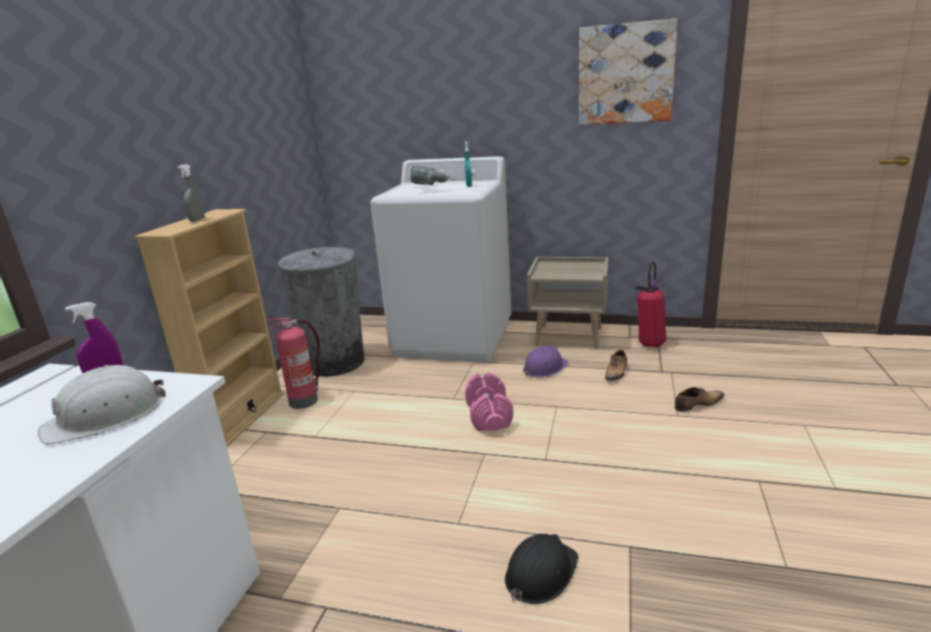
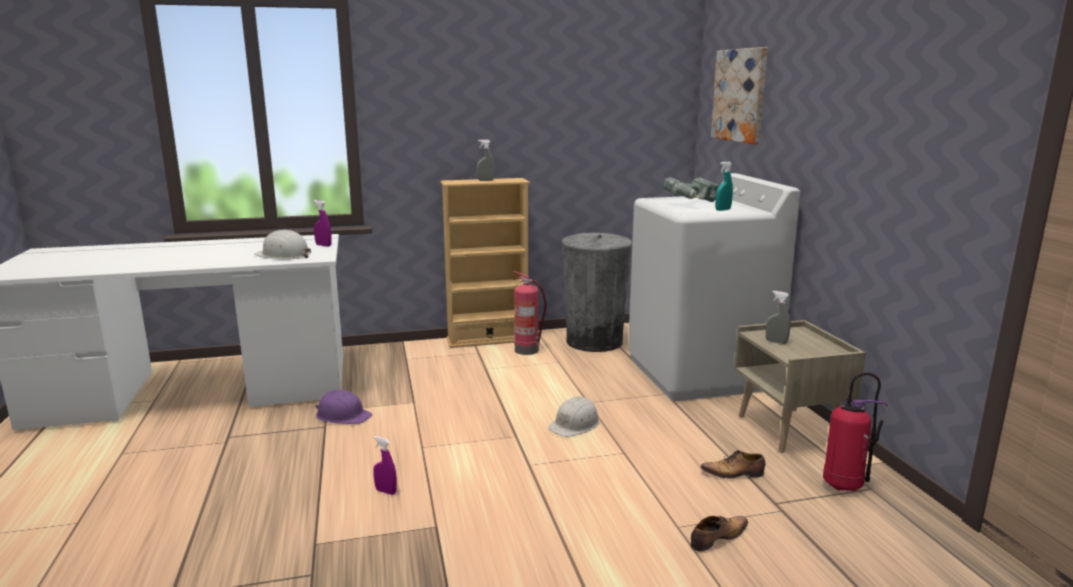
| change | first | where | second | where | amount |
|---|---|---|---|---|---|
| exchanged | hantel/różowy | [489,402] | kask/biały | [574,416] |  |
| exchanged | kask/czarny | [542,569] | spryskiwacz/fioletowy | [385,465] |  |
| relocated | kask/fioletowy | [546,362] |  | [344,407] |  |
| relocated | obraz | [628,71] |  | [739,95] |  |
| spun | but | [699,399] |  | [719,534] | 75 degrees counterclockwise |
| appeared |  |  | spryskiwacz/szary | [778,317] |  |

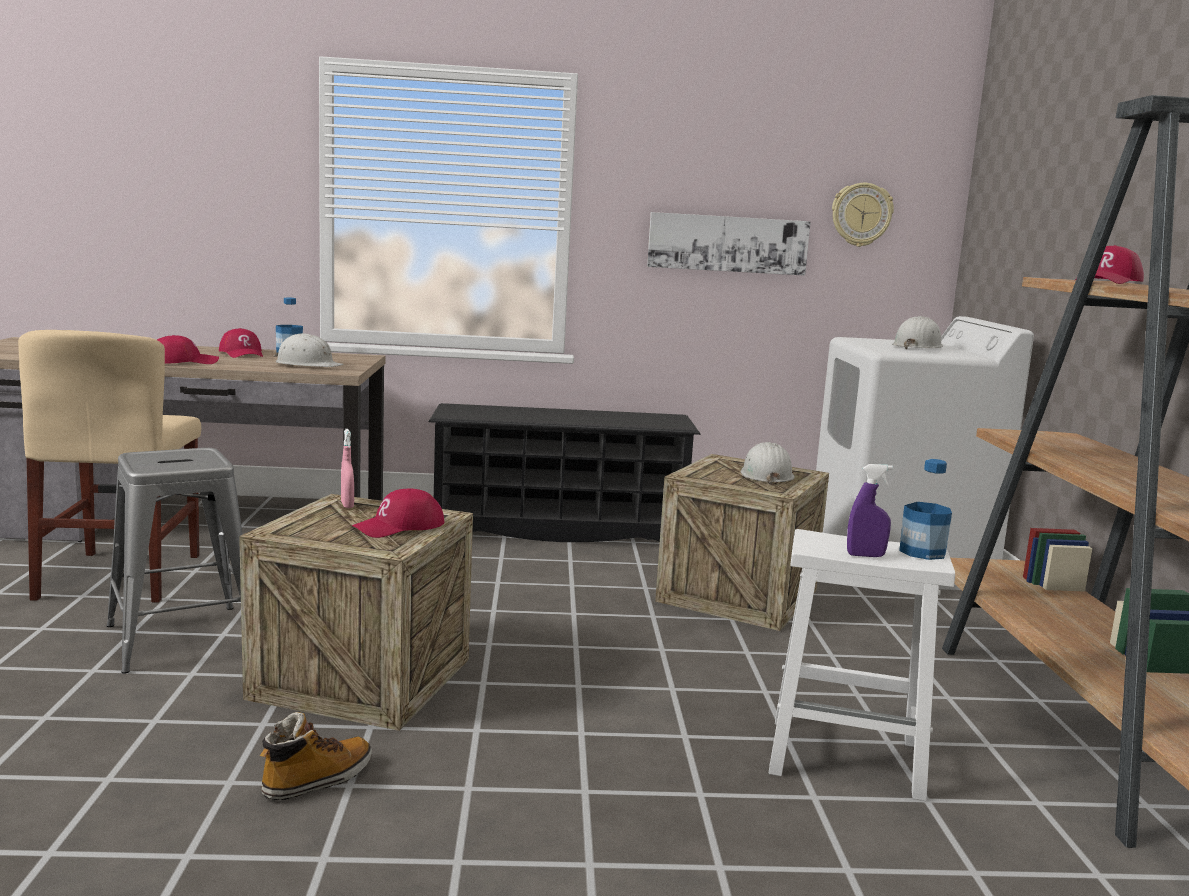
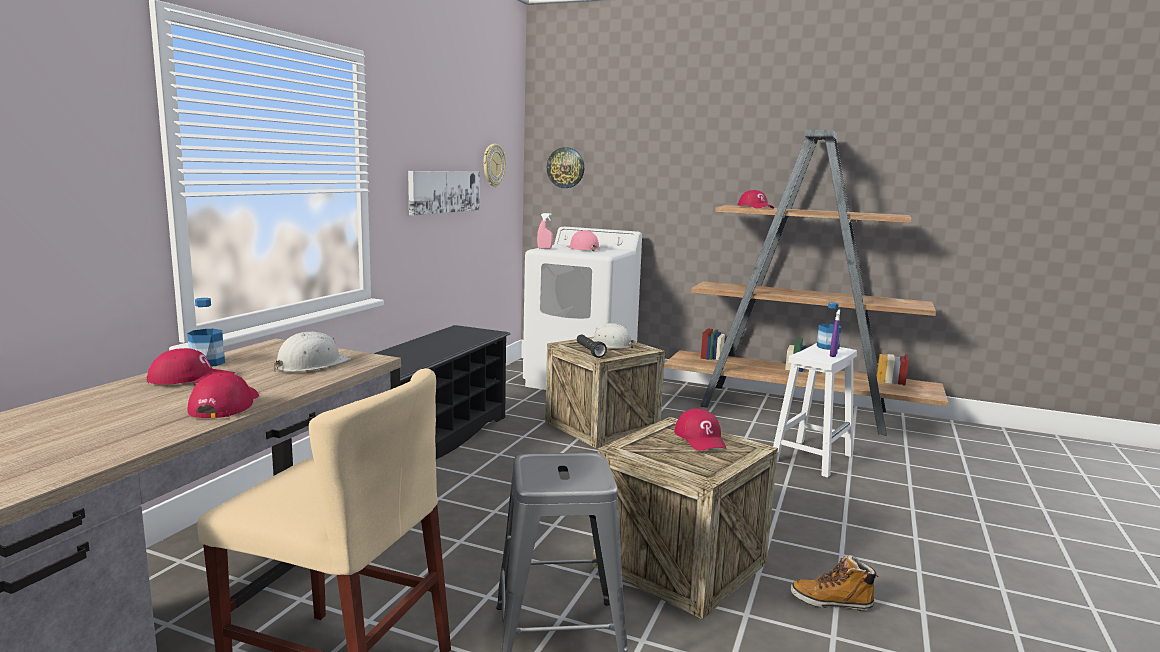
| change | first | where | second | where | amount |
|---|---|---|---|---|---|
| spun | but z cholewką | [316,756] |  | [834,583] | 60 degrees counterclockwise |
| relocated | spryskiwacz/różowy | [347,468] |  | [545,231] |  |
| colour | kask/biały | [917,332] | kask/różowy | [583,241] |  |
| appeared |  |  | zegar ścienny | [565,167] |  |
| appeared |  |  | latarka/czarny | [592,346] |  |

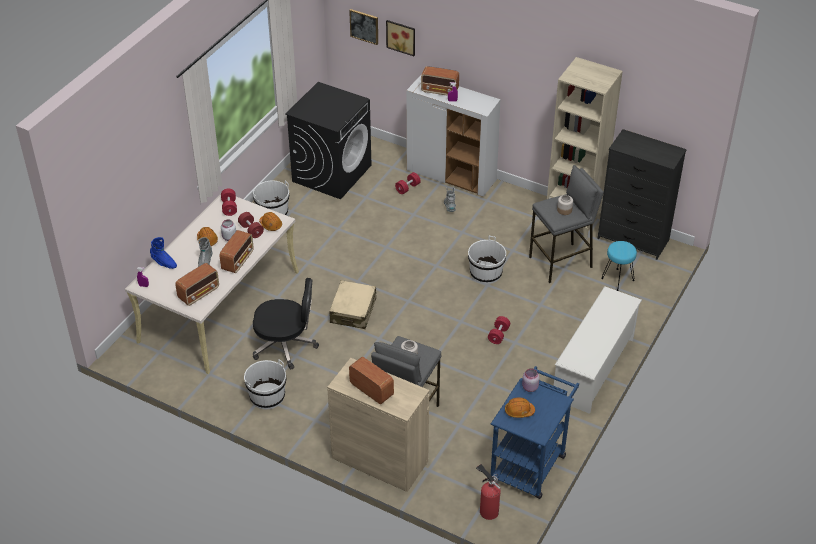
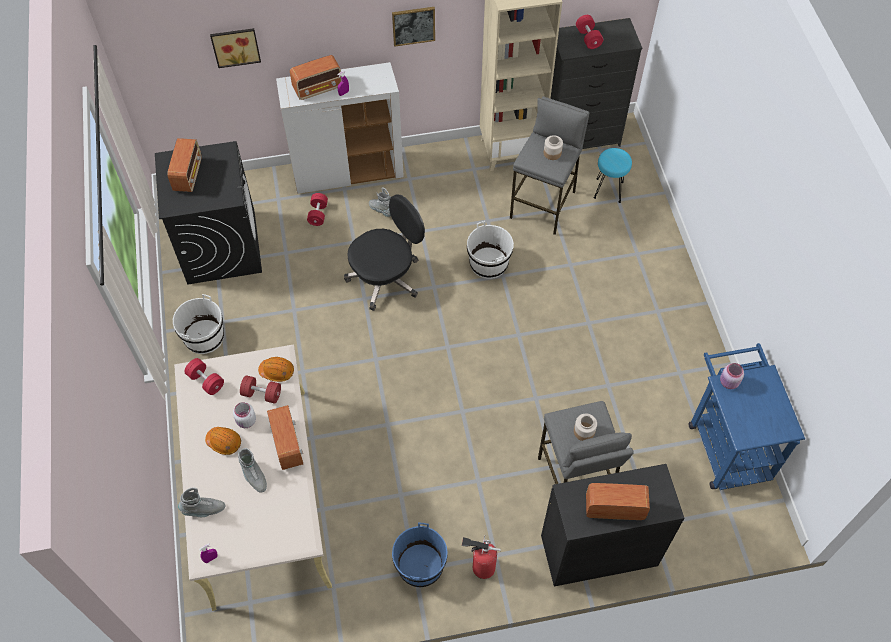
| change | first | where | second | where | amount |
|---|---|---|---|---|---|
| colour | but z cholewką/niebieski | [163,253] | but z cholewką/szary | [201,502] |  |
| relocated | radio | [197,284] |  | [184,165] |  |
| colour | wiadro/biały | [265,384] | wiadro/niebieski | [419,555] |  |
| relocated | krzesło biurowe/czarny | [286,323] |  | [384,252] |  |
| colour | szafka/beżowy | [378,425] | szafka/czarny | [612,525] |  |
| missing | walizka/beżowy | [352,304] |  |  |  |
| relocated | obraz | [363,27] |  | [413,27] |  |
| relocated | gaśnica | [488,492] |  | [481,557] |  |
| relocated | hantel/czerwony | [499,330] |  | [590,32] |  |
| missing | kask/pomarańczowy | [520,407] |  |  |  |
| missing | regał na buty/biały | [598,350] |  |  |  |

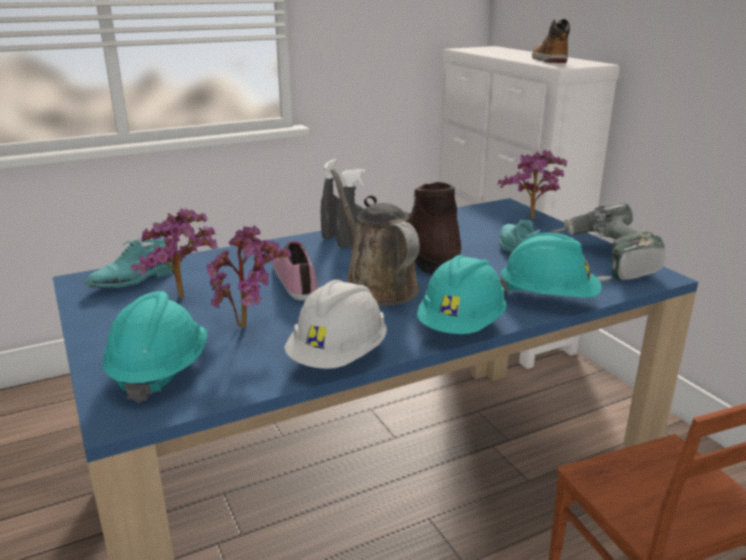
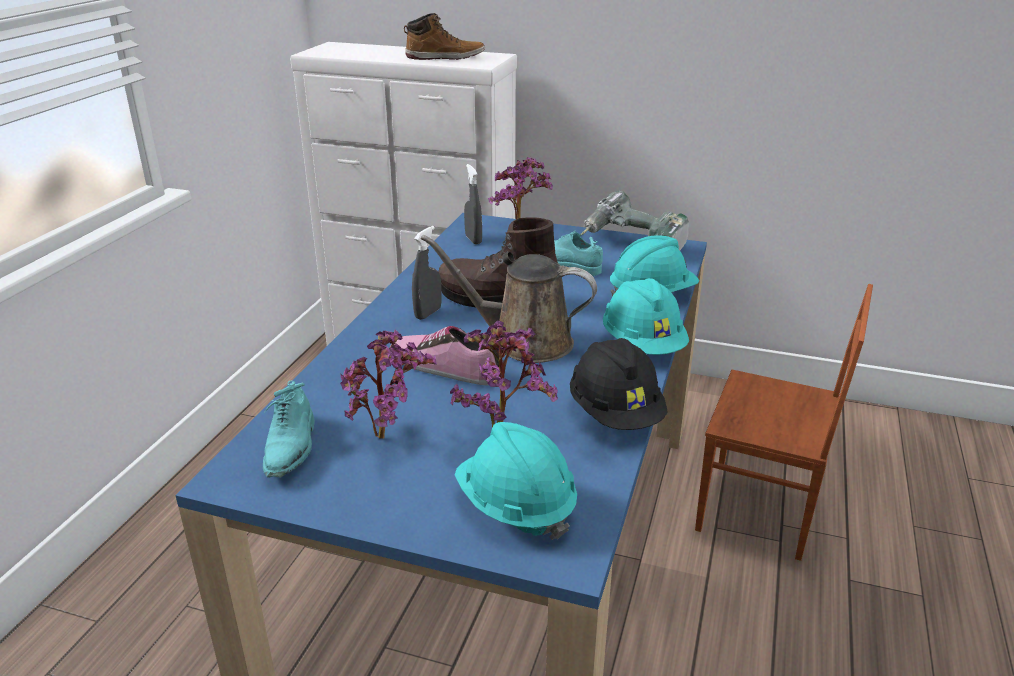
| change | first | where | second | where | amount |
|---|---|---|---|---|---|
| colour | kask/biały | [335,324] | kask/czarny | [618,384] |  |
| relocated | spryskiwacz/szary | [330,199] |  | [473,204] |  |
| spun | but z cholewką | [551,41] |  | [444,36] | 135 degrees clockwise |

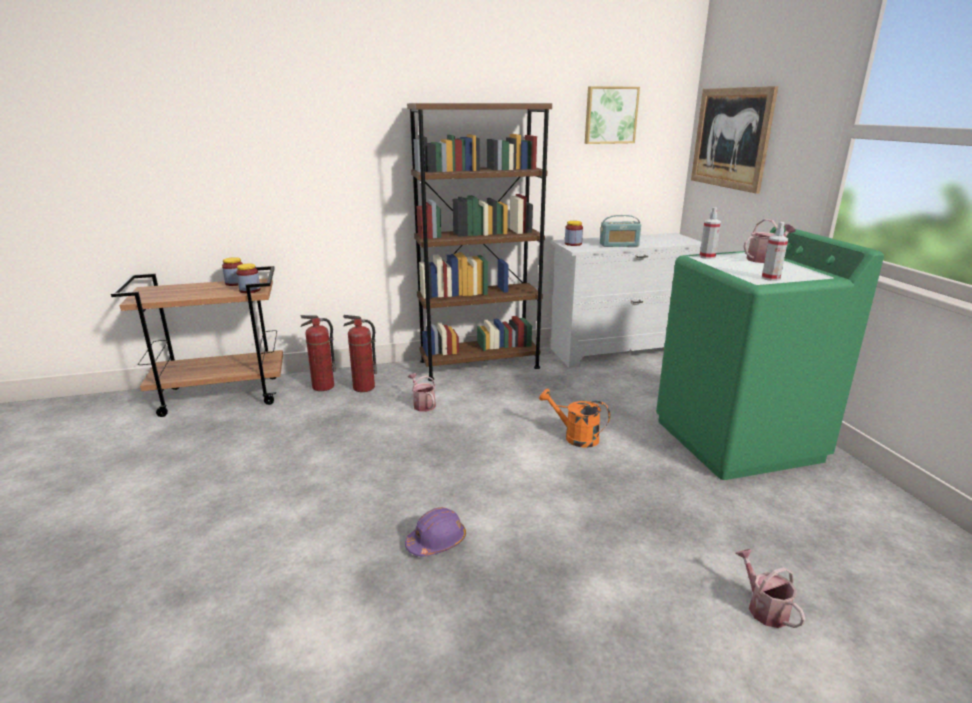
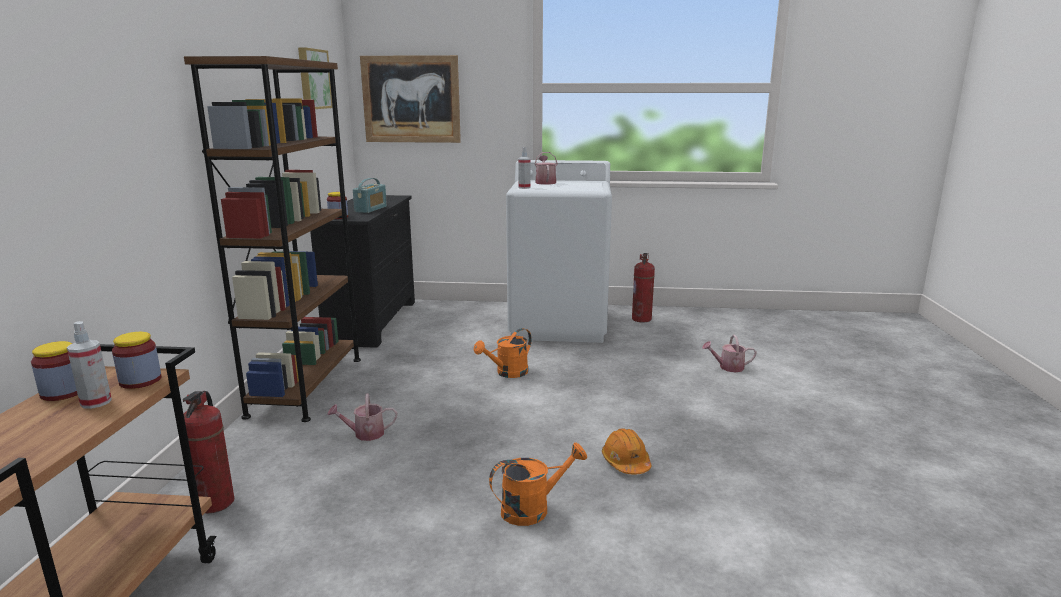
| change | first | where | second | where | amount |
|---|---|---|---|---|---|
| relocated | gaśnica | [360,353] |  | [643,288] |  |
| colour | kask/fioletowy | [435,532] | kask/pomarańczowy | [626,451] |  |
| colour | komoda/biały | [626,300] | komoda/czarny | [362,271] |  |
| colour | pralka/zielony | [770,353] | pralka/biały | [559,251] |  |
| relocated | spryskiwacz | [775,251] |  | [89,365] |  |
| appeared |  |  | konewka/pomarańczowy | [538,484] |  |

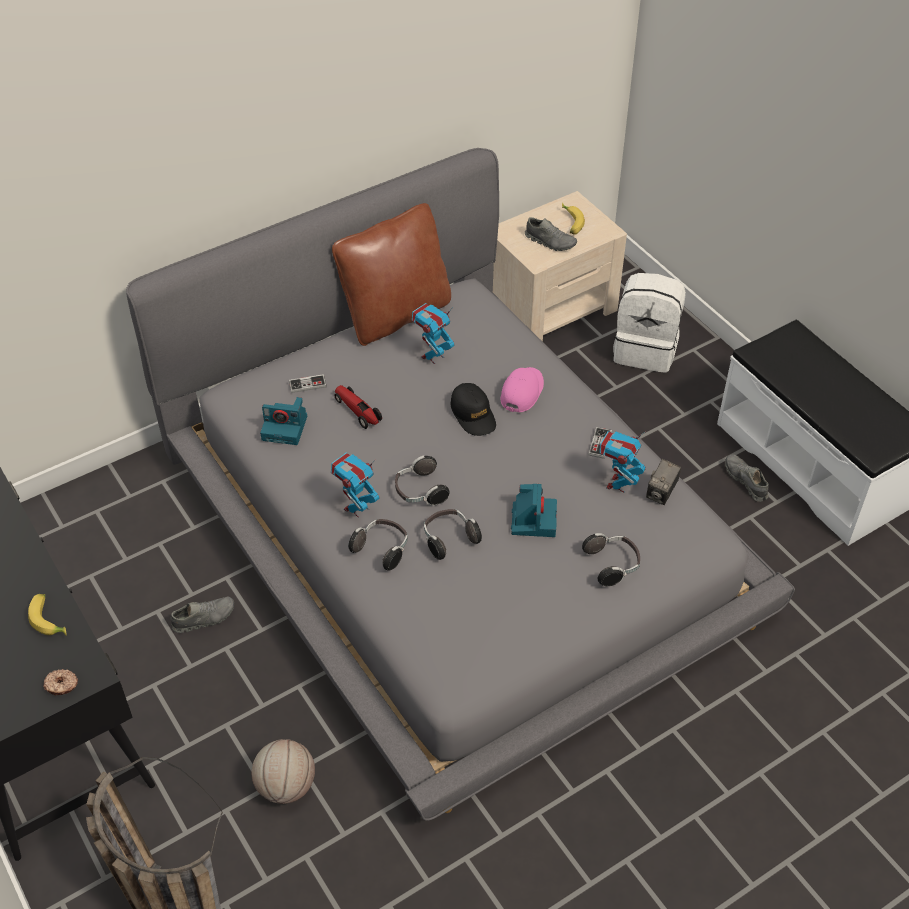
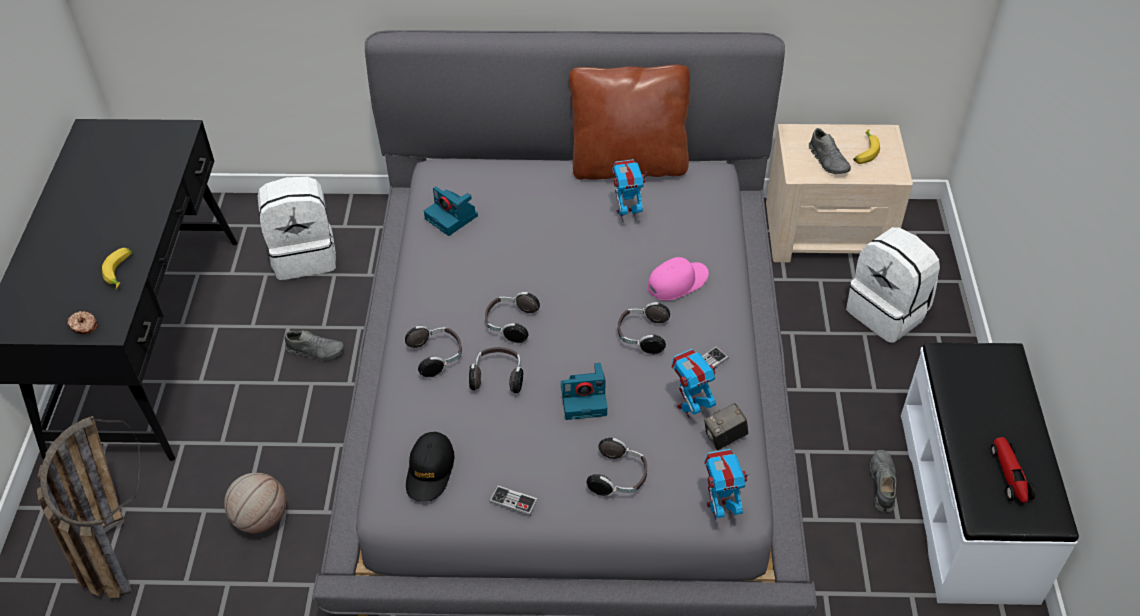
| change | first | where | second | where | amount |
|---|---|---|---|---|---|
| relocated | pad do gier | [308,383] |  | [513,500] |  |
| relocated | robot zabawkowy | [355,485] |  | [726,484] |  |
| relocated | samochodzik | [358,407] |  | [1013,470] |  |
| relocated | czapka z daszkiem/czarny | [473,409] |  | [430,467] |  |
| spun | aparat fotograficzny | [534,510] |  | [584,391] | 45 degrees clockwise |
| appeared |  |  | plecak/biały | [297,228] |  |
| appeared |  |  | słuchawki | [644,328] |  |

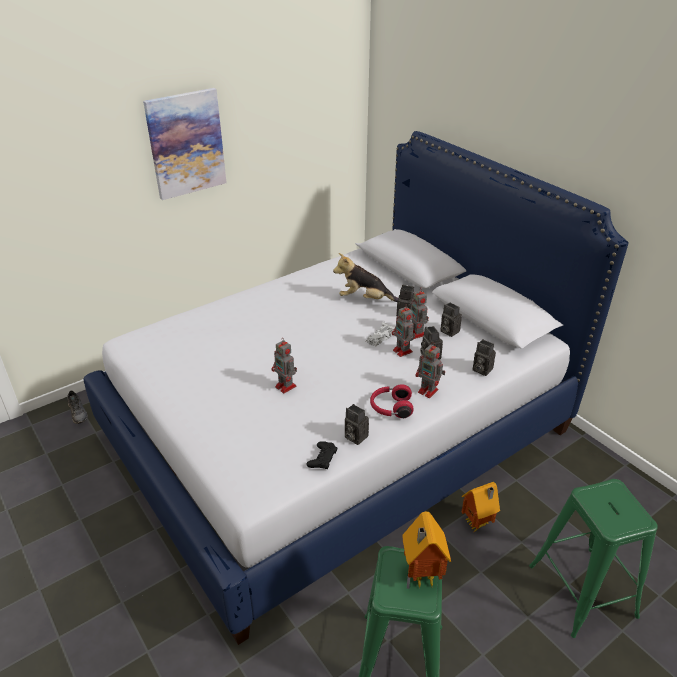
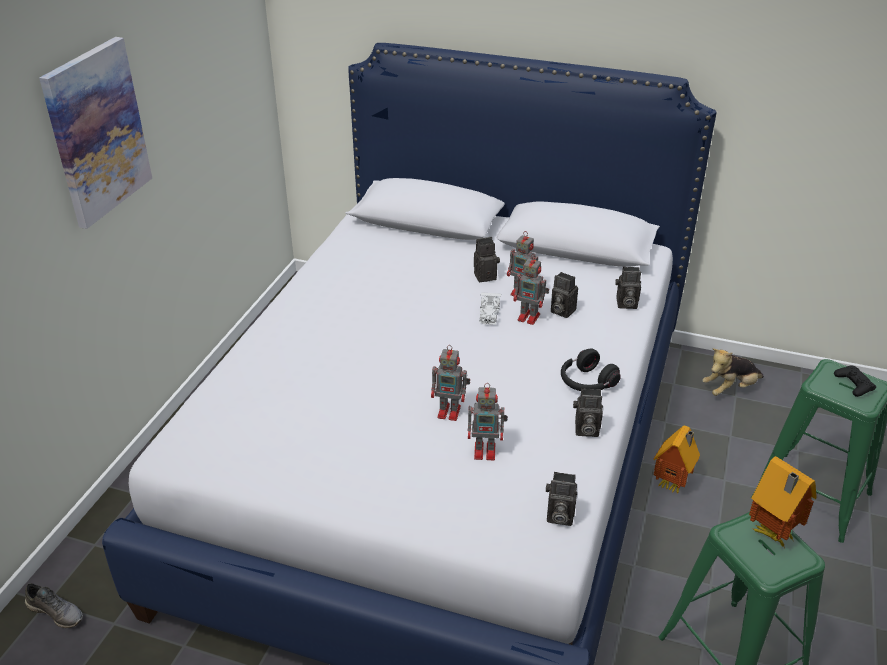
| change | first | where | second | where | amount |
|---|---|---|---|---|---|
| relocated | pad do gier/czarny | [322,455] |  | [855,381] |  |
| relocated | pluszak | [365,277] |  | [733,372] |  |
| colour | słuchawki/czerwony | [392,401] | słuchawki/czarny | [591,369] |  |
| relocated | robot zabawkowy | [430,370] |  | [487,421] |  |
| relocated | aparat fotograficzny | [451,320] |  | [561,499] |  |

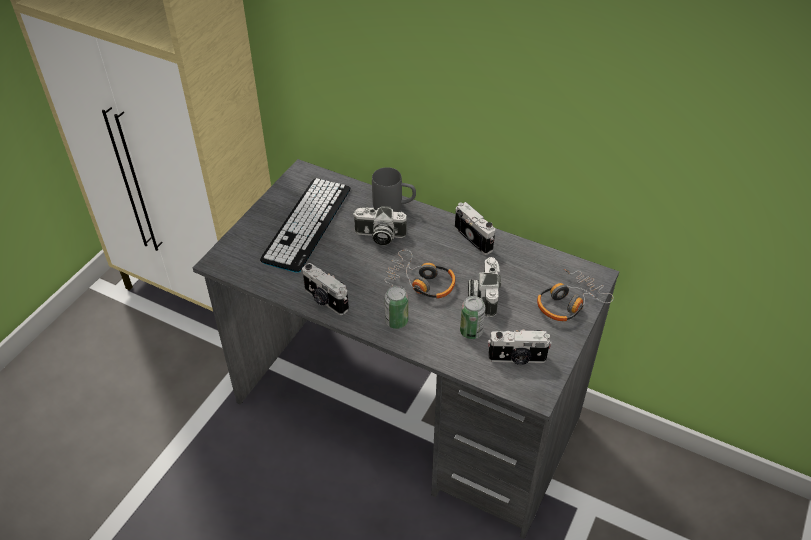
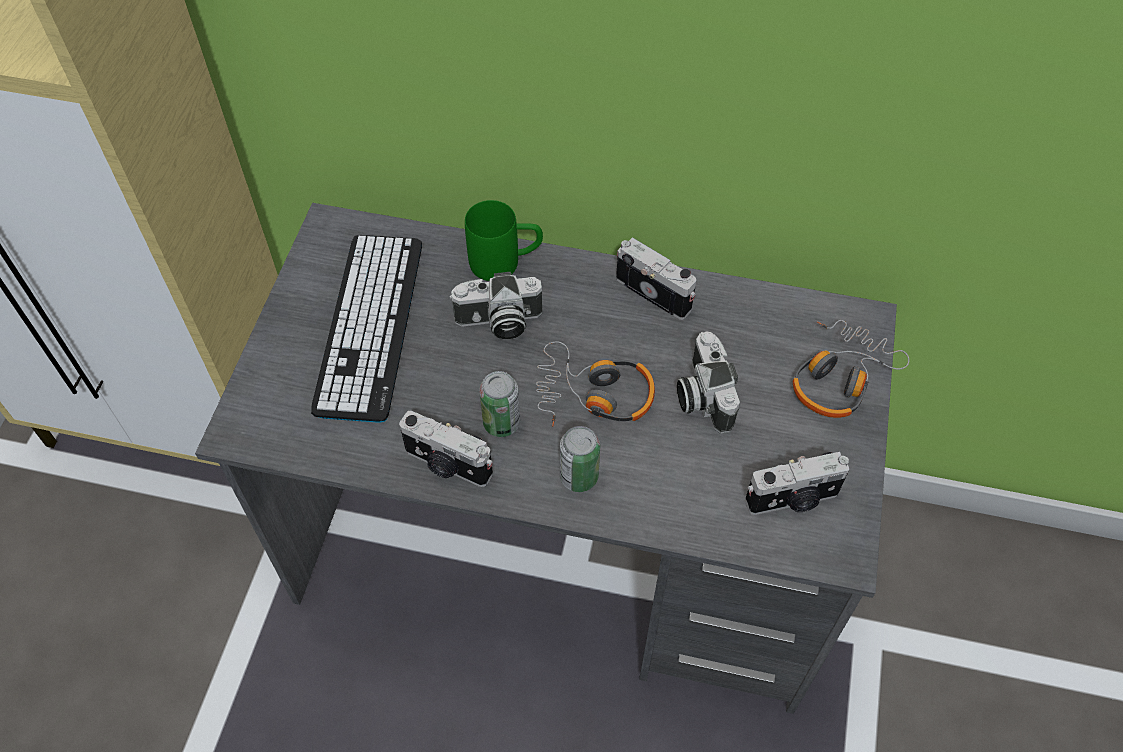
| change | first | where | second | where | amount |
|---|---|---|---|---|---|
| colour | kubek/szary | [394,189] | kubek/zielony | [504,240] |  |
| relocated | puszka | [473,317] |  | [499,404] |  |

